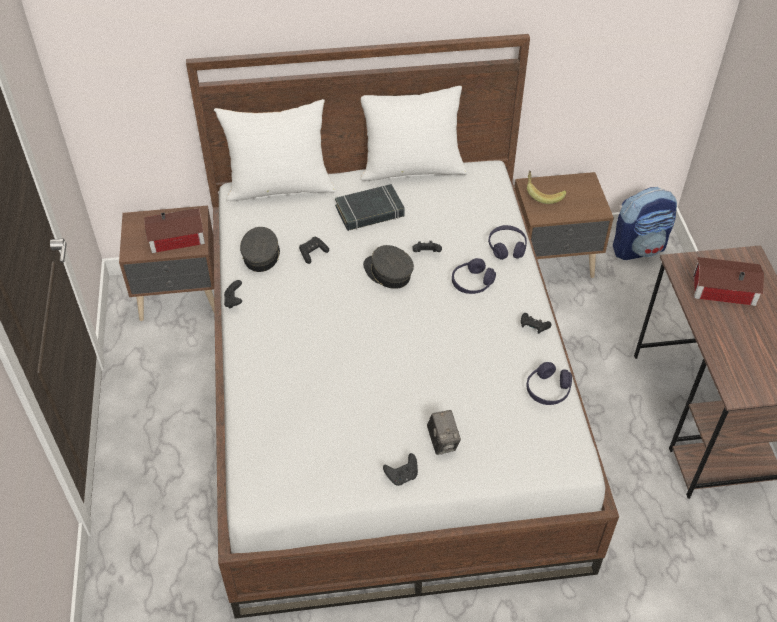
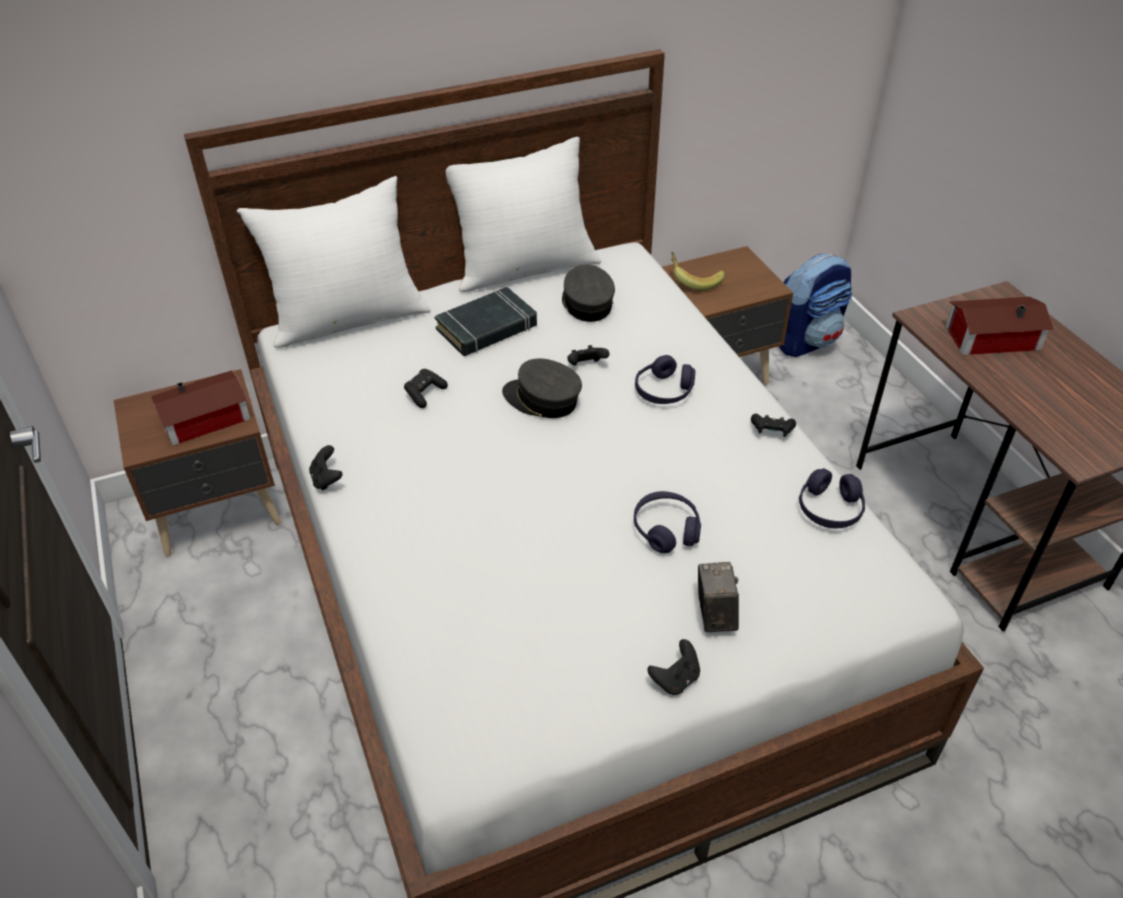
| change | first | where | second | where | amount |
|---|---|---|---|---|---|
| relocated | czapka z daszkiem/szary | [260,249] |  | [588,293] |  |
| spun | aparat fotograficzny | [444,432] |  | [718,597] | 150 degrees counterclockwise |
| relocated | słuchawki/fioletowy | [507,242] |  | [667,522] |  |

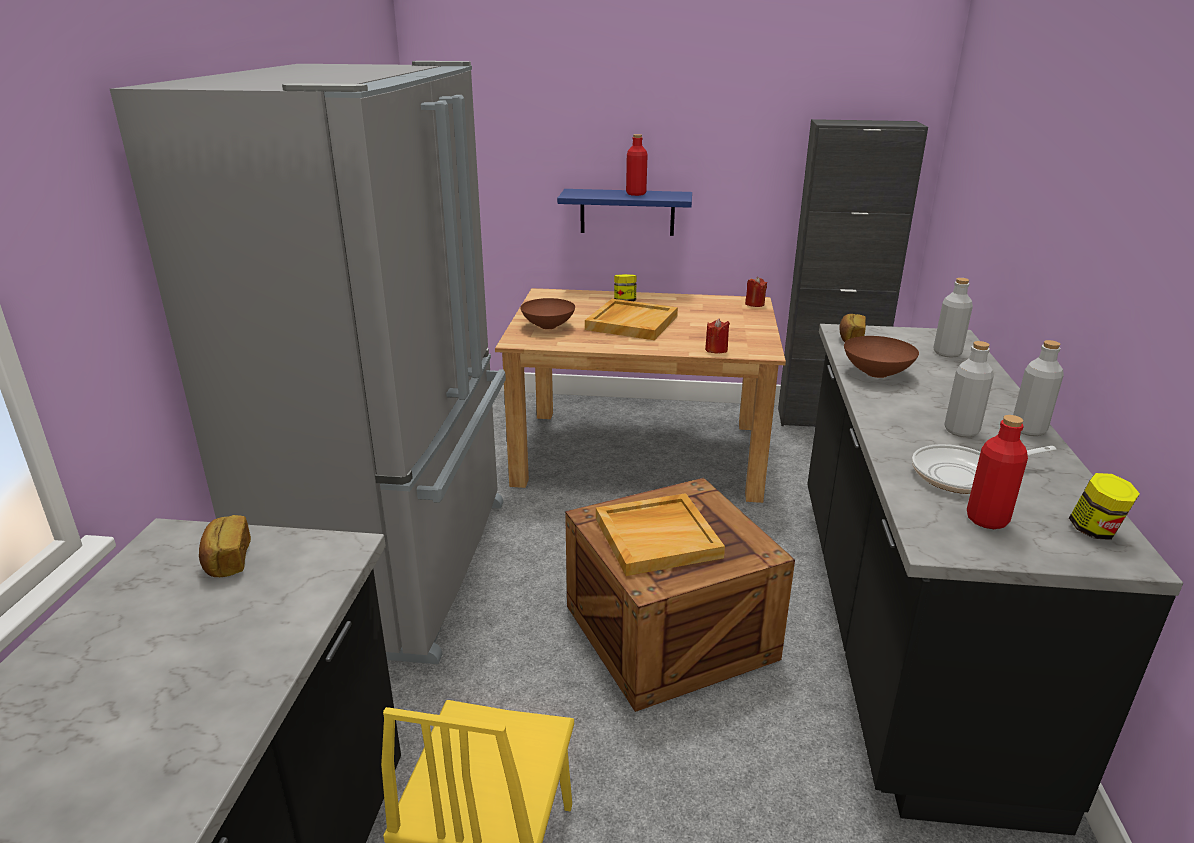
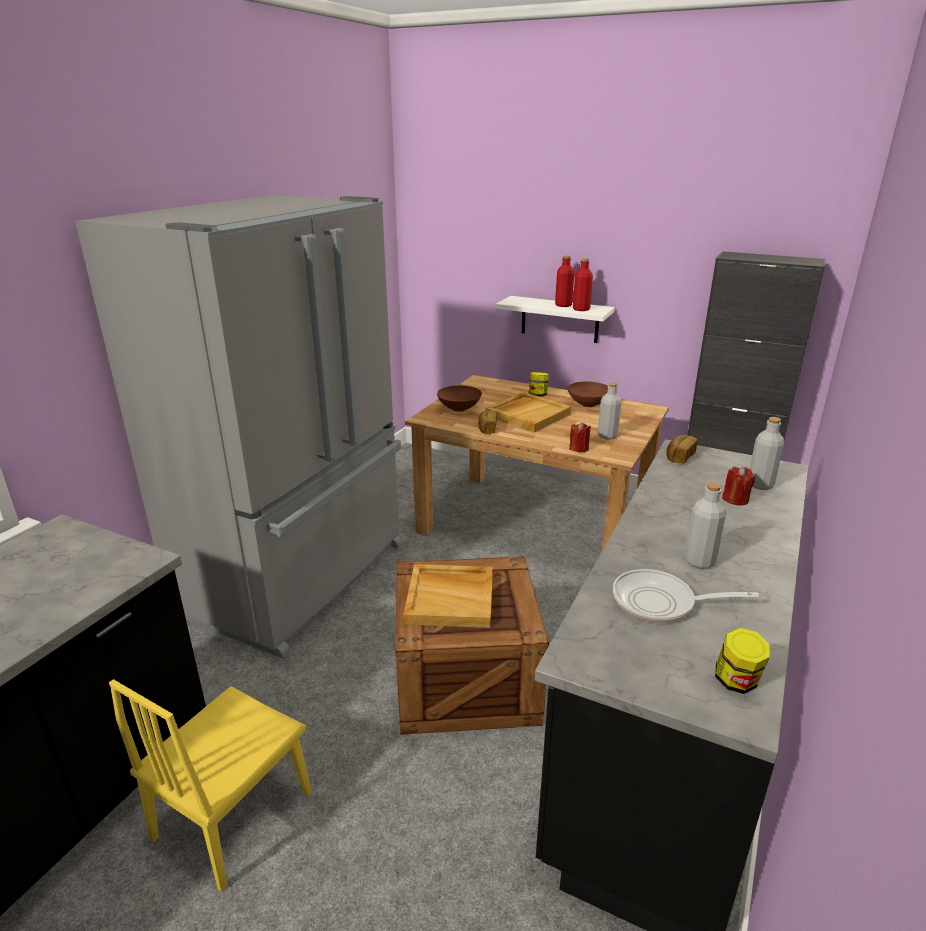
| change | first | where | second | where | amount |
|---|---|---|---|---|---|
| relocated | chleb | [225,546] |  | [487,422] |  |
| colour | półka/niebieski | [624,212] | półka/biały | [555,319] |  |
| relocated | świeca/czerwony | [756,292] |  | [738,486] |  |
| relocated | miska/brązowy | [881,357] |  | [588,394] |  |
| relocated | butelka/czerwony | [997,472] |  | [583,284] |  |
| relocated | butelka/szary | [1038,388] |  | [610,410] |  |

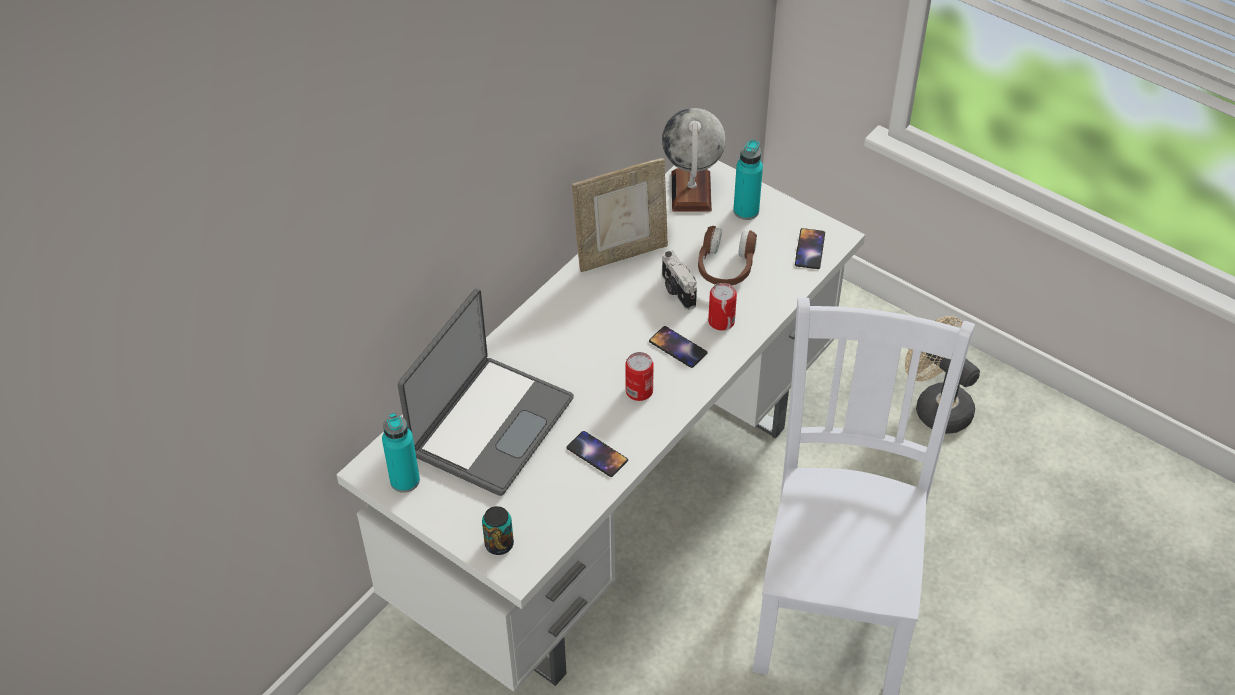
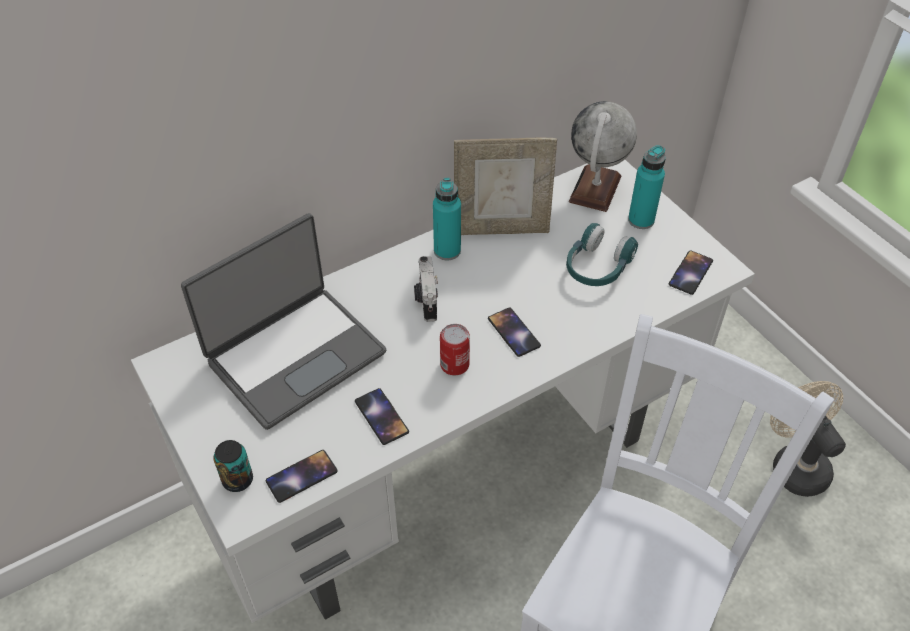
| change | first | where | second | where | amount |
|---|---|---|---|---|---|
| relocated | butelka/turkusowy | [401,453] |  | [447,219] |  |
| relocated | aparat fotograficzny | [679,280] |  | [426,289] |  |
| colour | słuchawki/brązowy | [727,255] | słuchawki/turkusowy | [602,254] |  |
| missing | puszka | [722,307] |  |  |  |
| appeared |  |  | telefon | [302,476] |  |

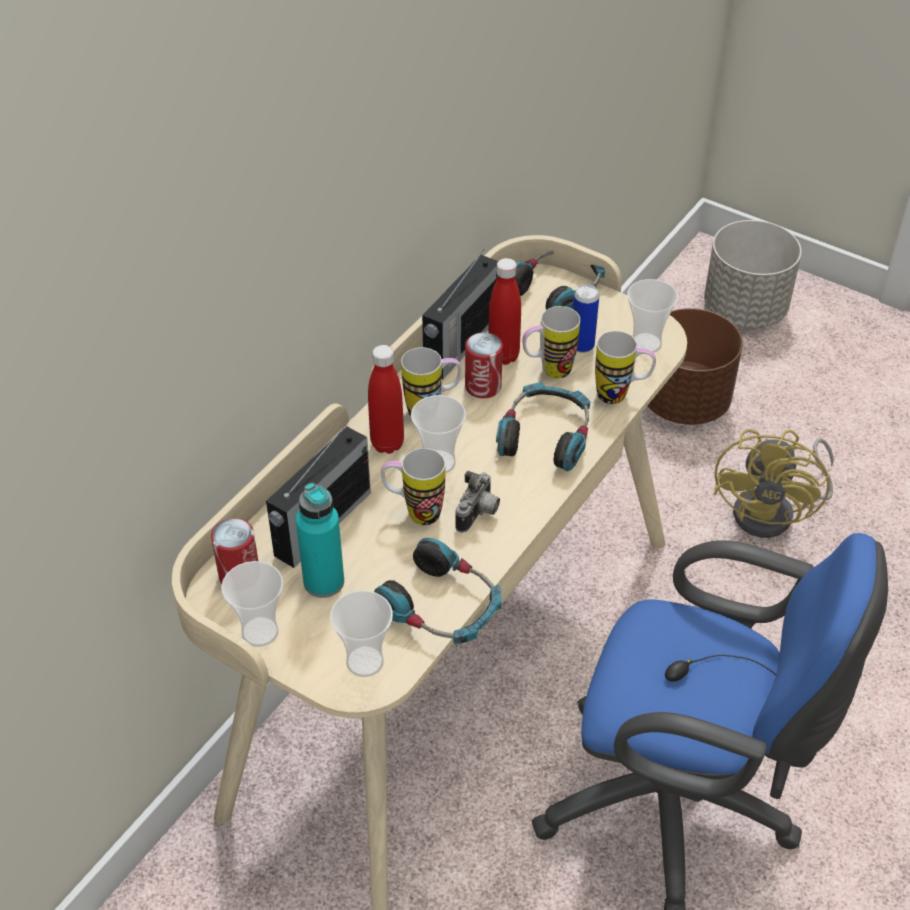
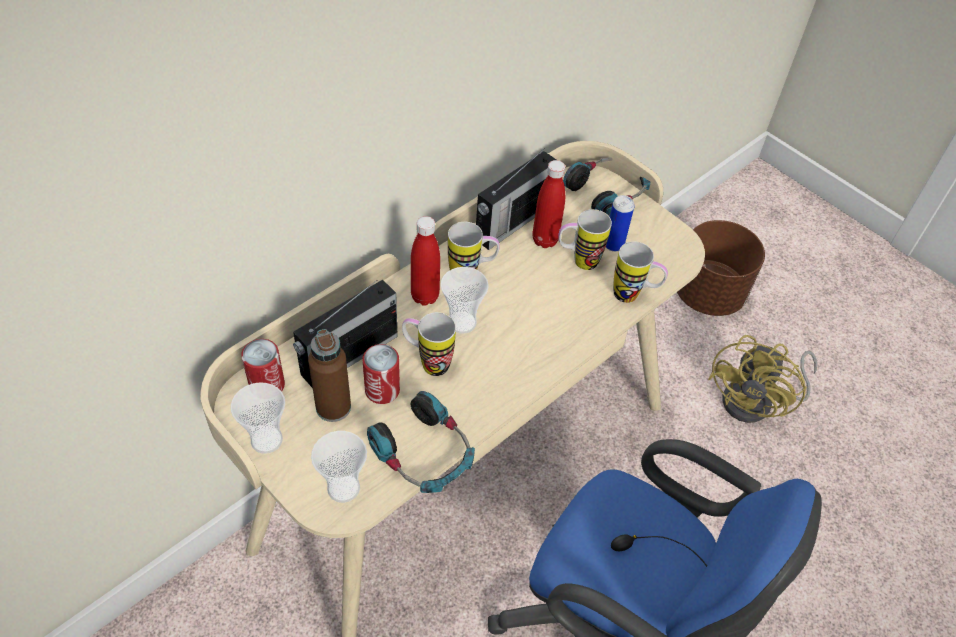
| change | first | where | second | where | amount |
|---|---|---|---|---|---|
| colour | butelka/turkusowy | [320,540] | butelka/brązowy | [329,375] |  |
| missing | aparat fotograficzny | [477,501] |  |  |  |
| relocated | puszka | [484,365] |  | [381,374] |  |
| missing | słuchawki | [543,426] |  |  |  |
| missing | filiżanka | [652,316] |  |  |  |
| missing | donica/szary | [753,274] |  |  |  |

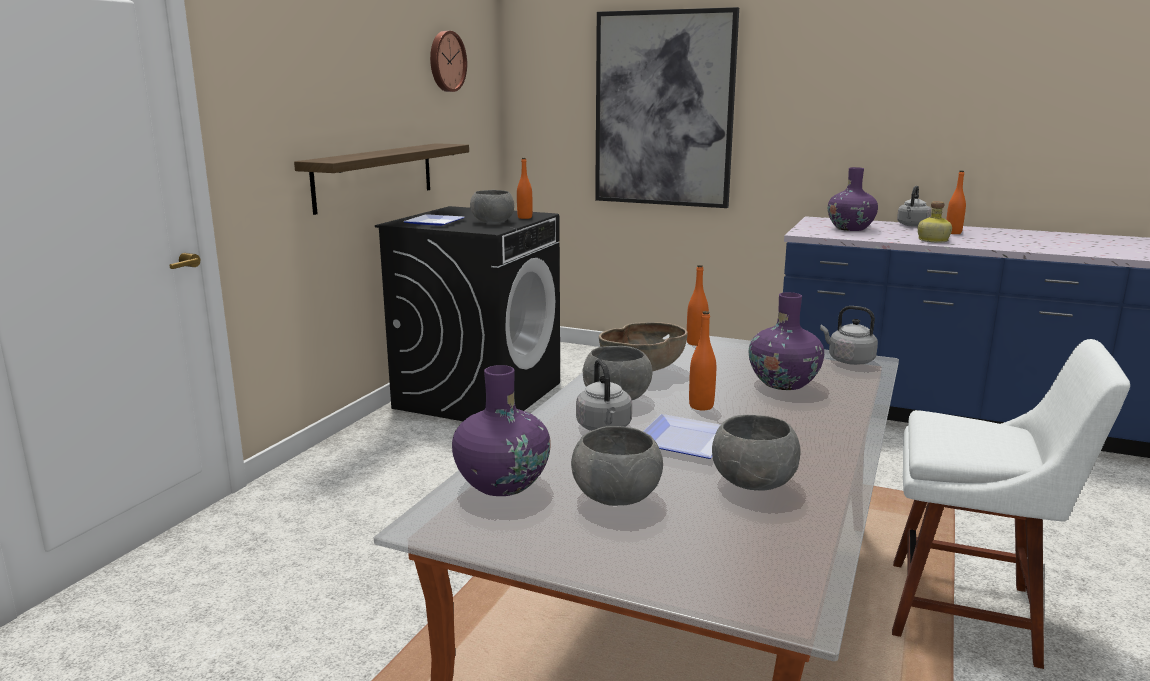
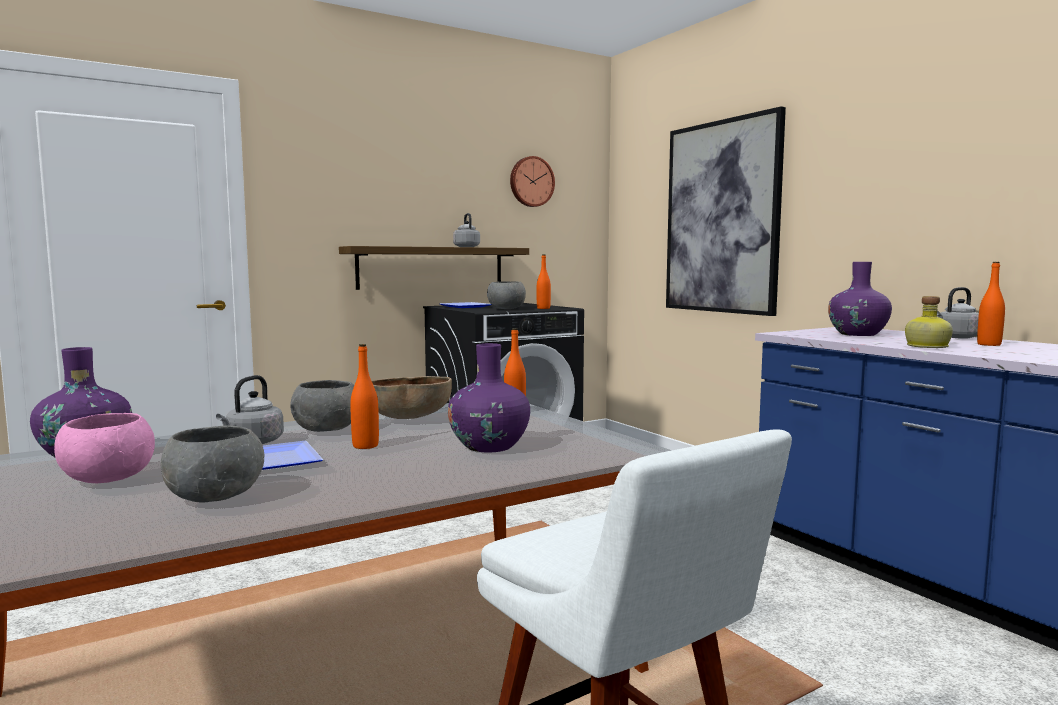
| change | first | where | second | where | amount |
|---|---|---|---|---|---|
| colour | miska/szary | [617,466] | miska/różowy | [104,448] |  |
| relocated | czajnik/szary | [849,335] |  | [466,230] |  |

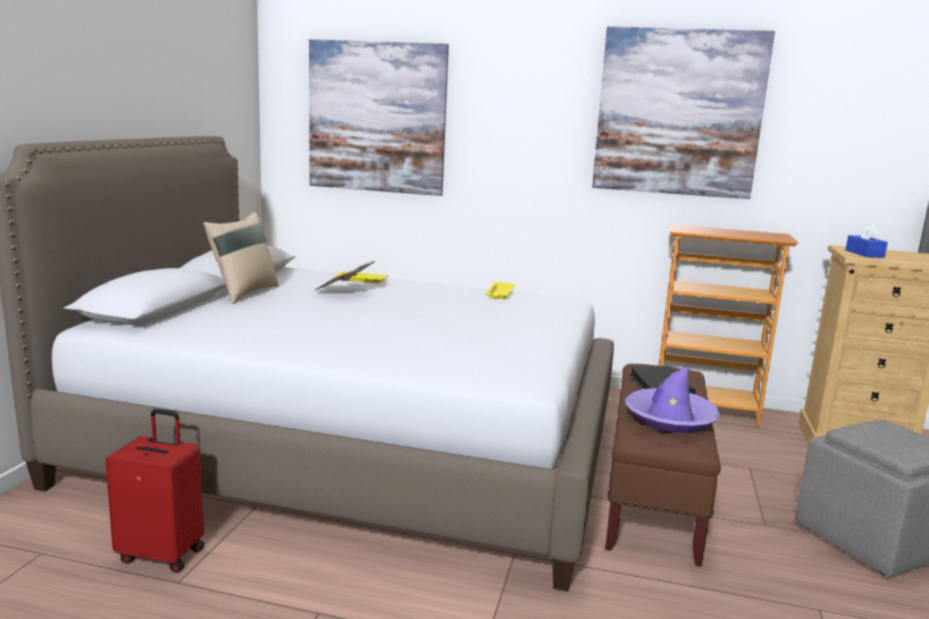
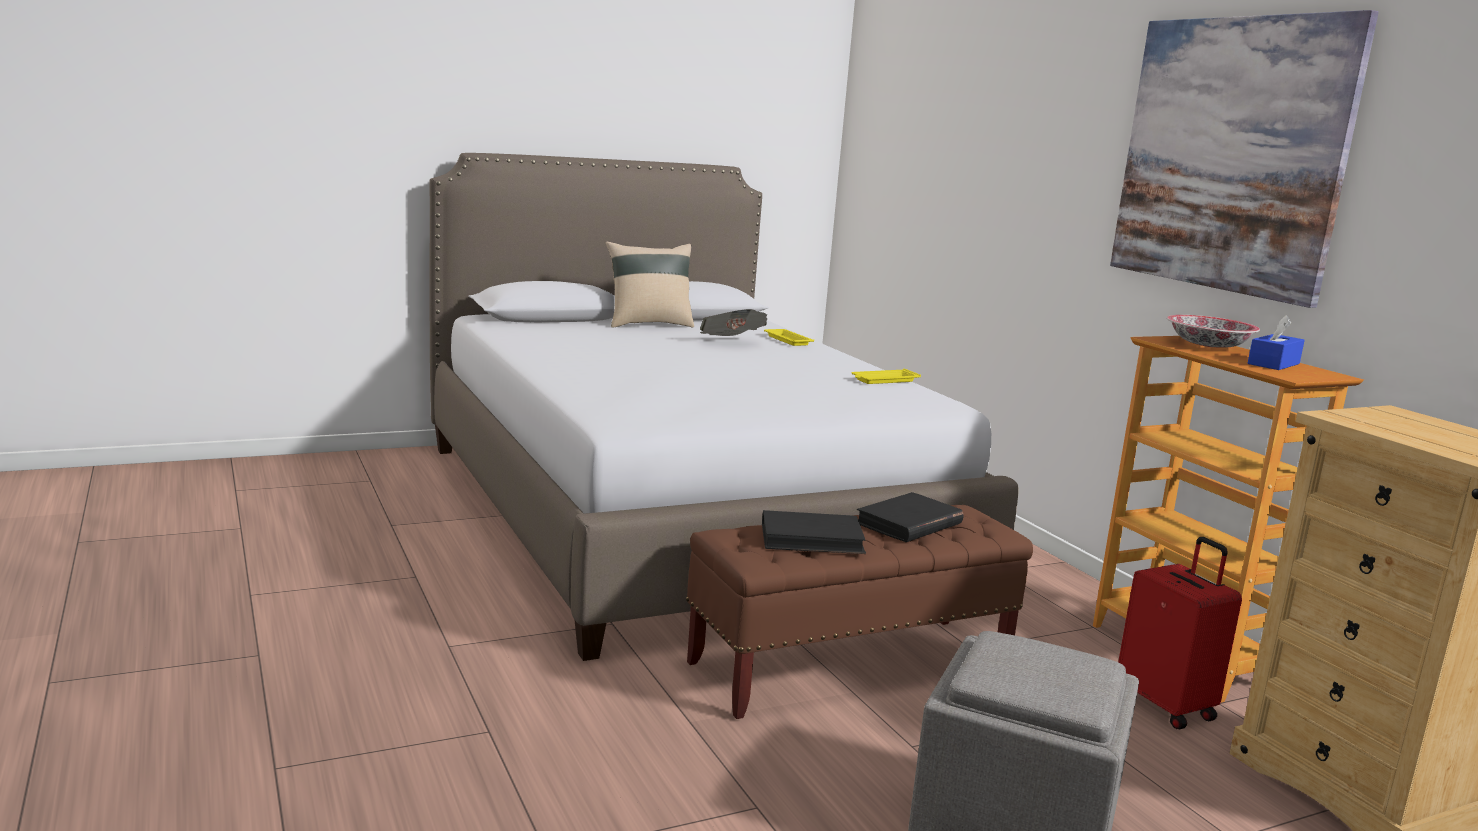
| change | first | where | second | where | amount |
|---|---|---|---|---|---|
| relocated | walizka/czerwony | [154,491] |  | [1180,633] |  |
| missing | obraz | [379,117] |  |  |  |
| exchanged | kapelusz/fioletowy | [672,400] | książka/czarny | [814,532] |  |
| relocated | pudełko chusteczek/niebieski | [867,240] |  | [1276,342] |  |
| appeared |  |  | miska | [1213,331] |  |

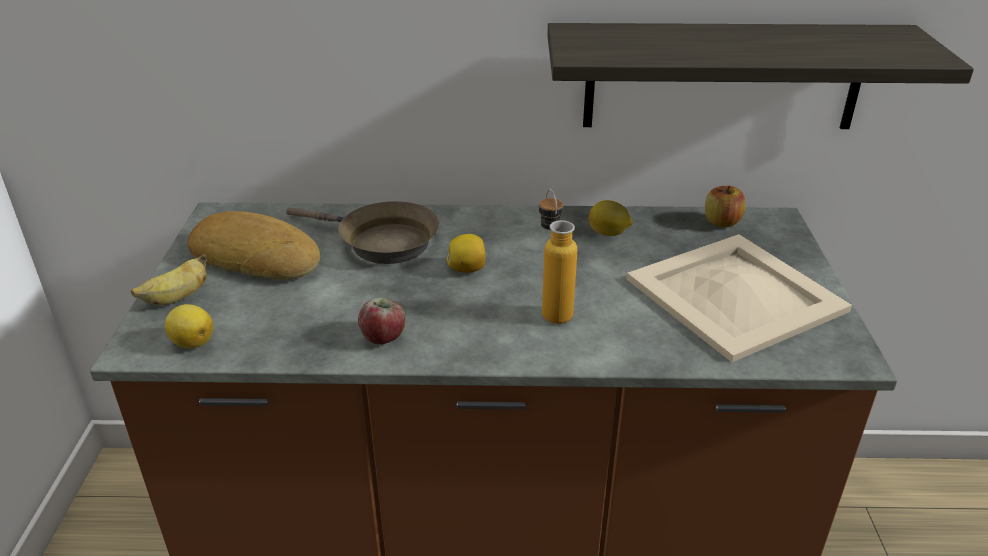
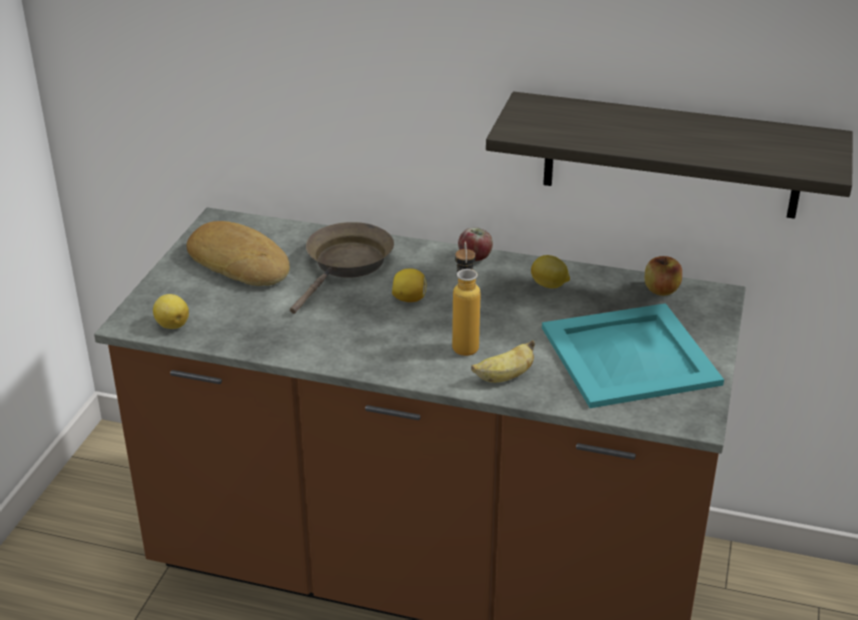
| change | first | where | second | where | amount |
|---|---|---|---|---|---|
| relocated | banan | [169,279] |  | [503,361] |  |
| spun | patelnia/brązowy | [363,232] |  | [342,268] | 105 degrees counterclockwise |
| relocated | jabłko | [382,320] |  | [475,244] |  |
| colour | taca/beżowy | [739,298] | taca/turkusowy | [633,355] |  |

